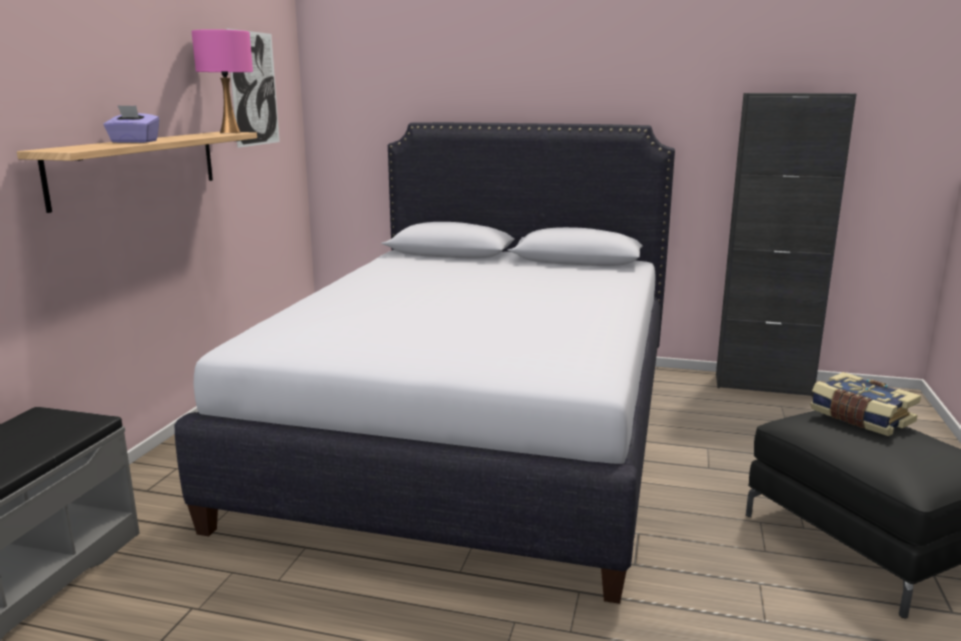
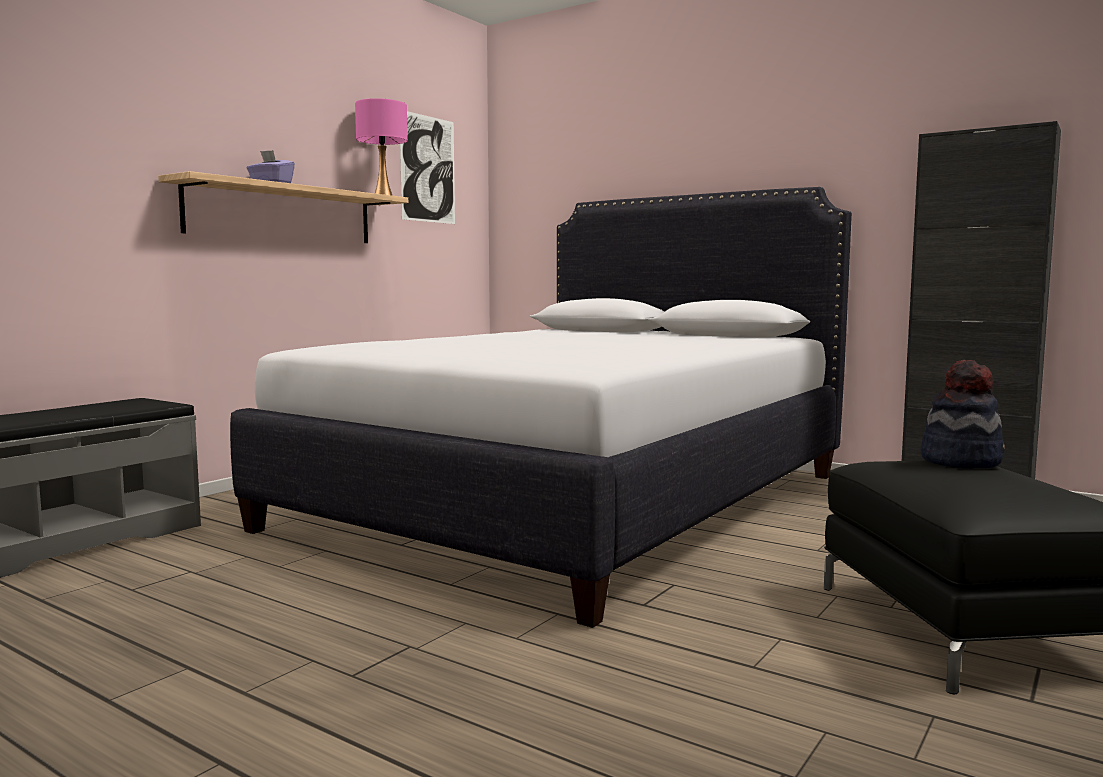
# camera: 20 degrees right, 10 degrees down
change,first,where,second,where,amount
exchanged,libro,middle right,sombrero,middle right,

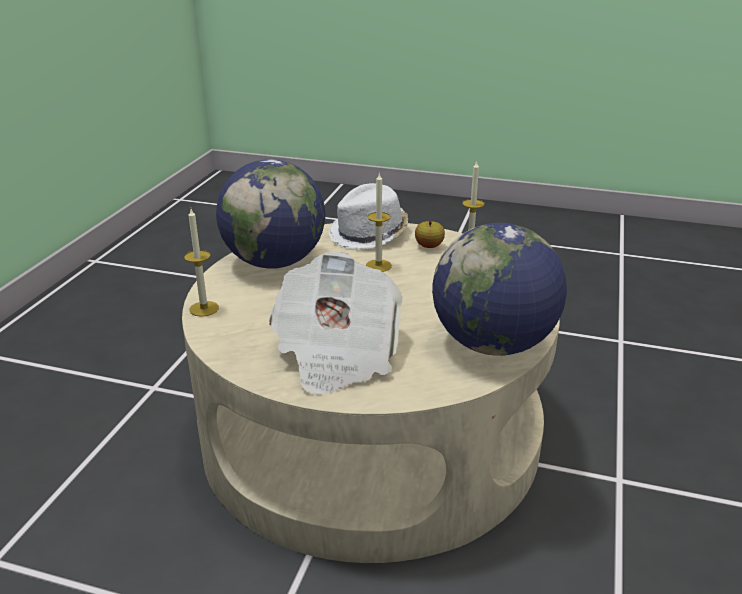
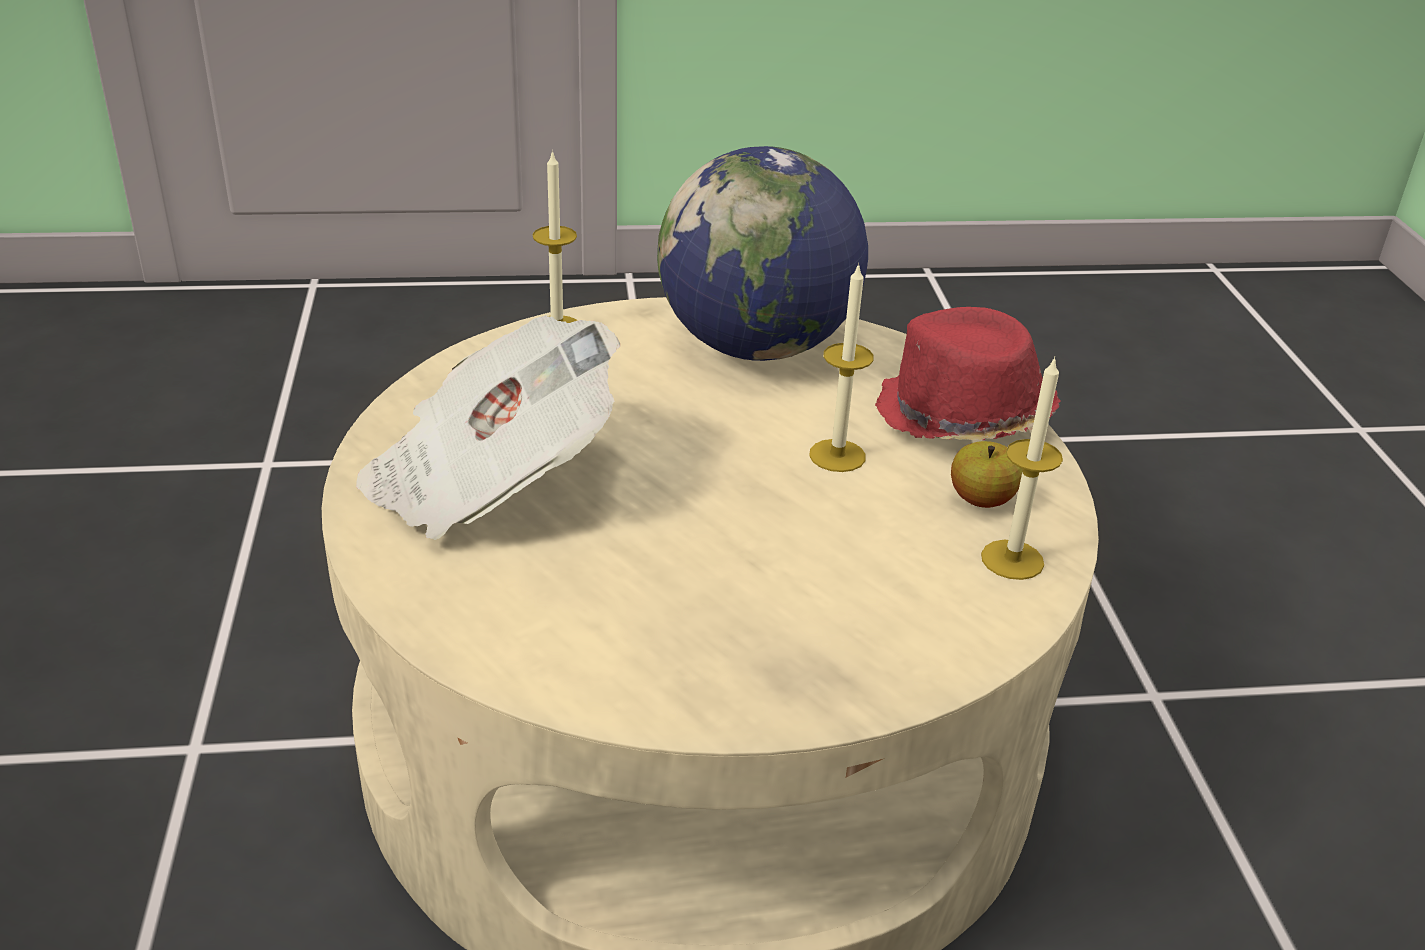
# camera: 65 degrees right, 5 degrees up
change,first,where,second,where,amount
colour,sombrero [blanco],centre,sombrero [rojo],middle right,
missing,globo terráqueo (no. 2 from left),middle right,,,

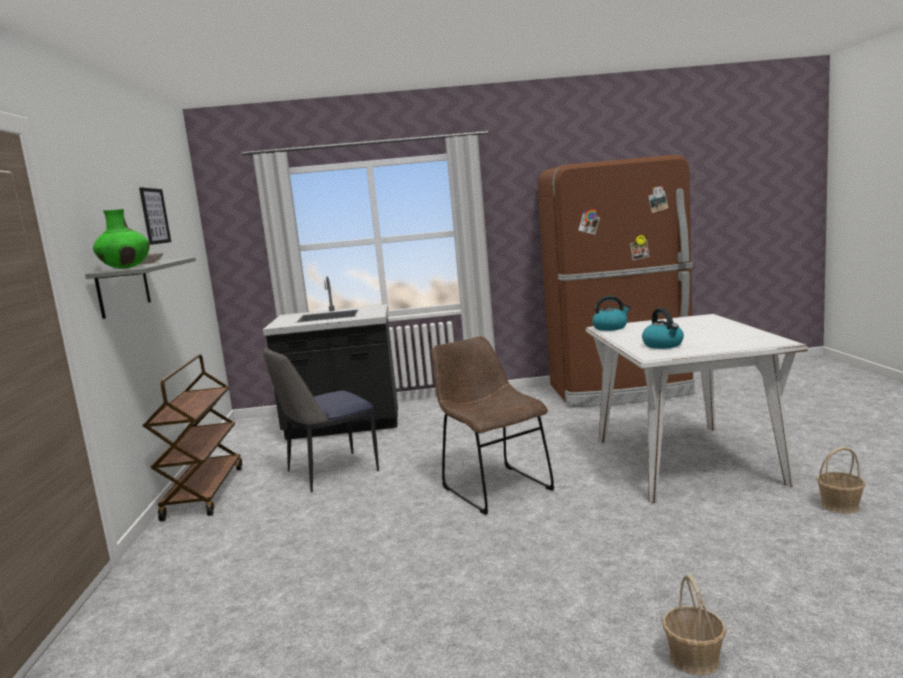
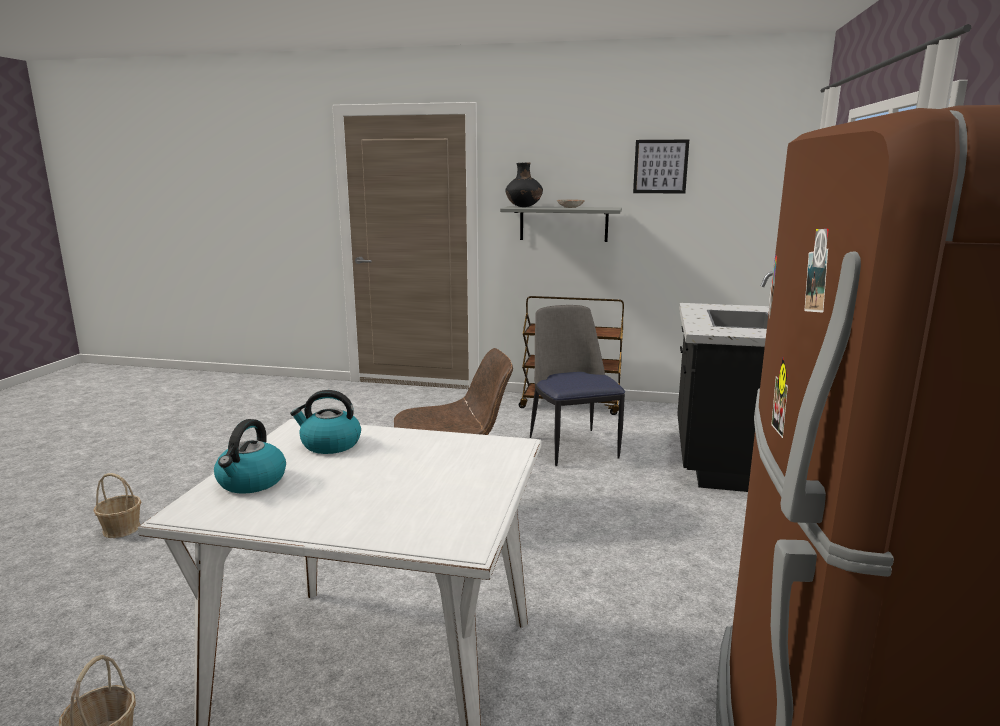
# camera: 105 degrees right, 5 degrees up
change,first,where,second,where,amount
relocated,hervidor (no. 1 from left),middle right,,middle left,
colour,florero [verde],middle left,florero [negro],top centre,

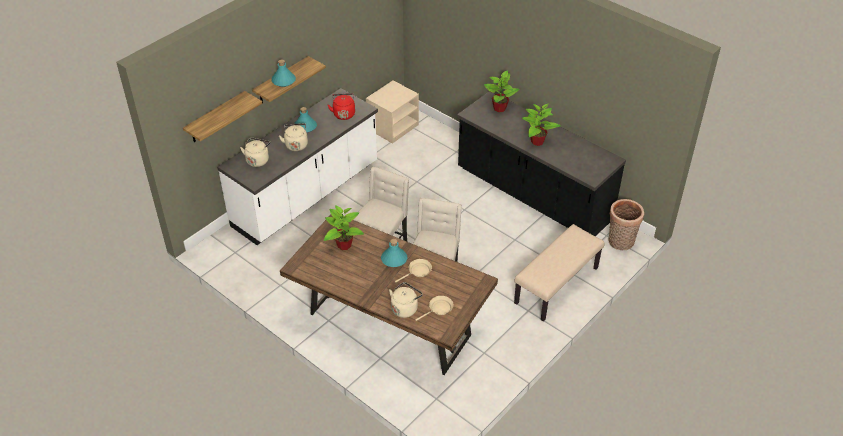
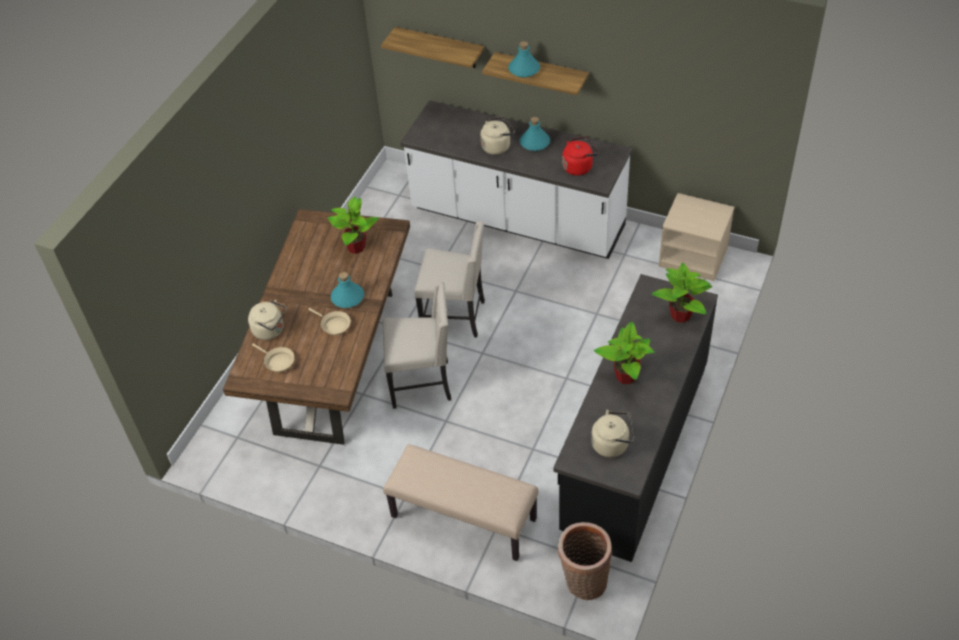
# camera: 75 degrees right, 5 degrees up
change,first,where,second,where,amount
relocated,hervidor [beis] (no. 1 from left in the first image),middle left,hervidor [beis] (no. 3 from left),bottom centre,

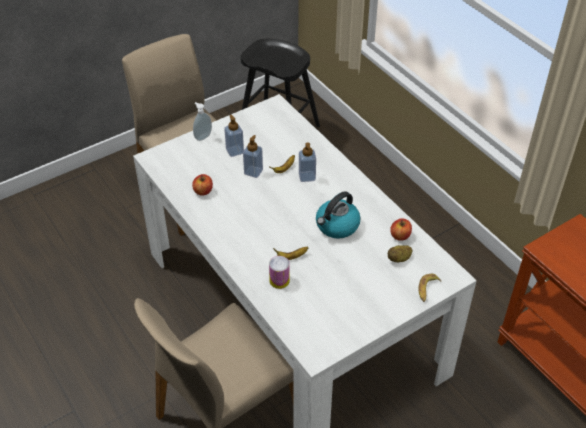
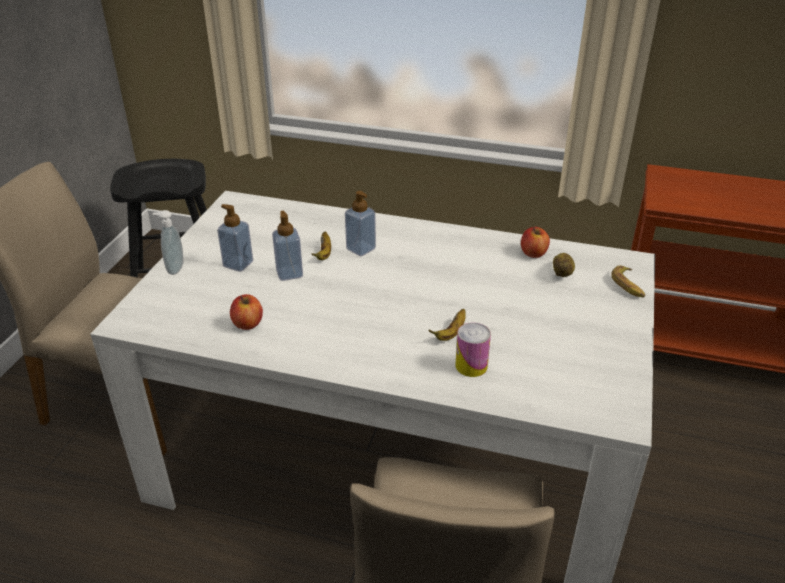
# camera: 40 degrees left, 10 degrees down
change,first,where,second,where,amount
missing,hervidor,centre,,,

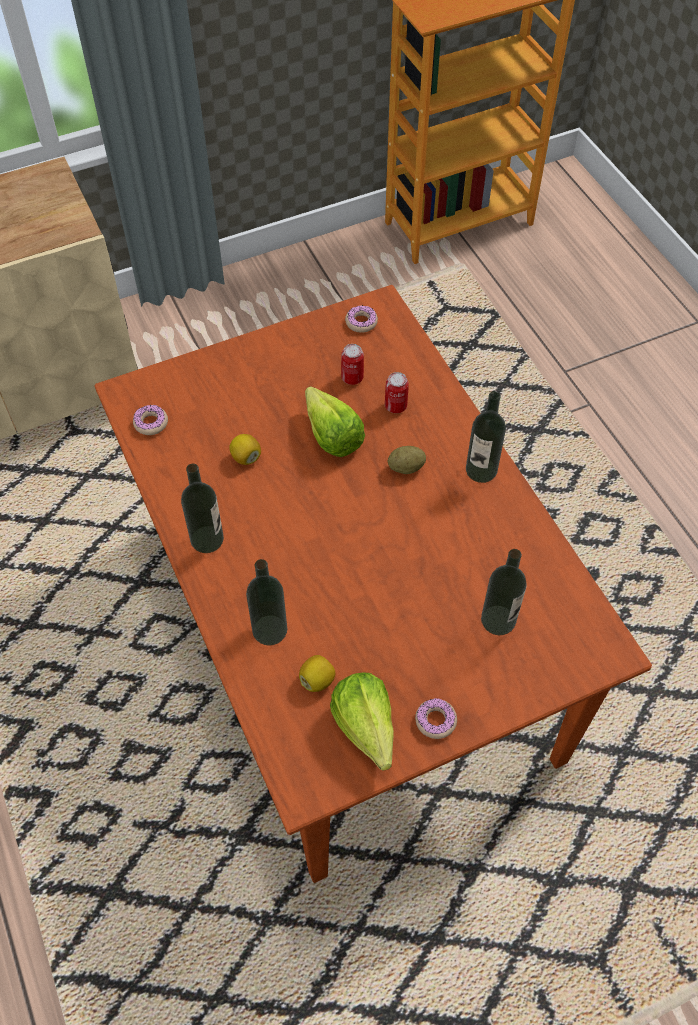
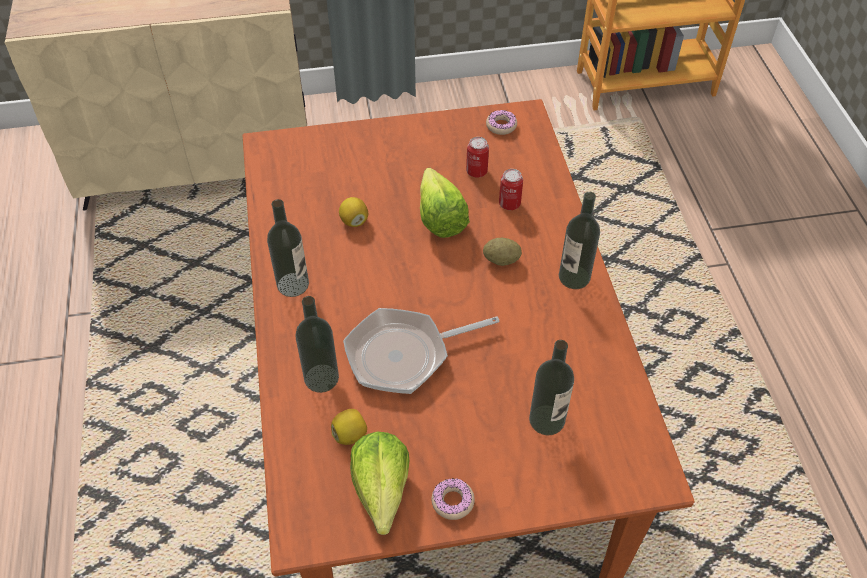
# camera: 15 degrees right, 5 degrees down
change,first,where,second,where,amount
appeared,,,sartén,centre,
missing,rosquilla (no. 1 from left),middle left,,,

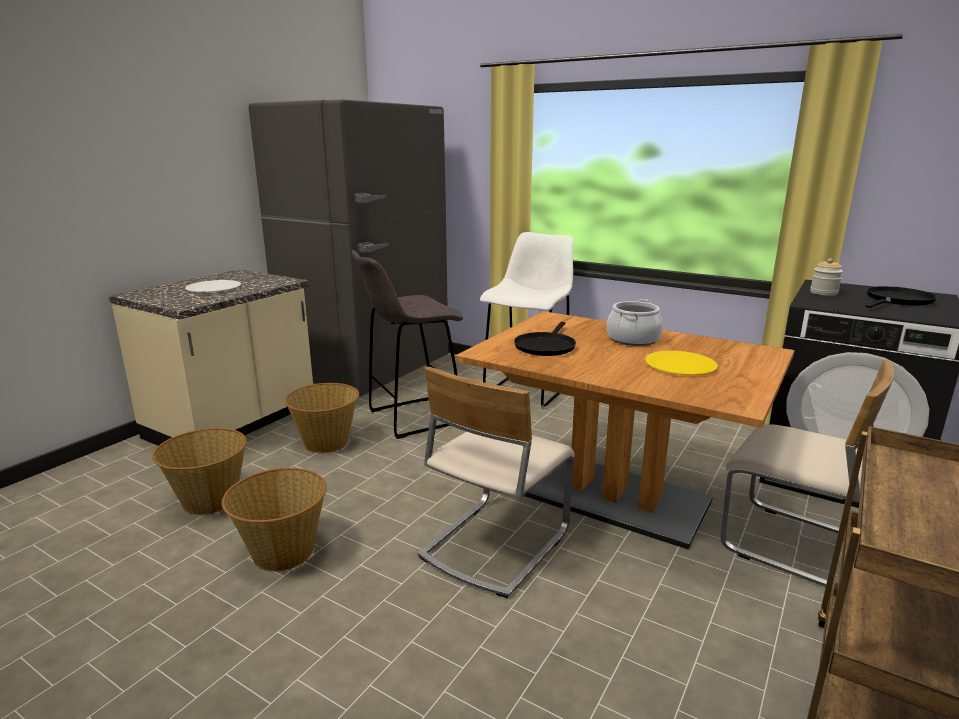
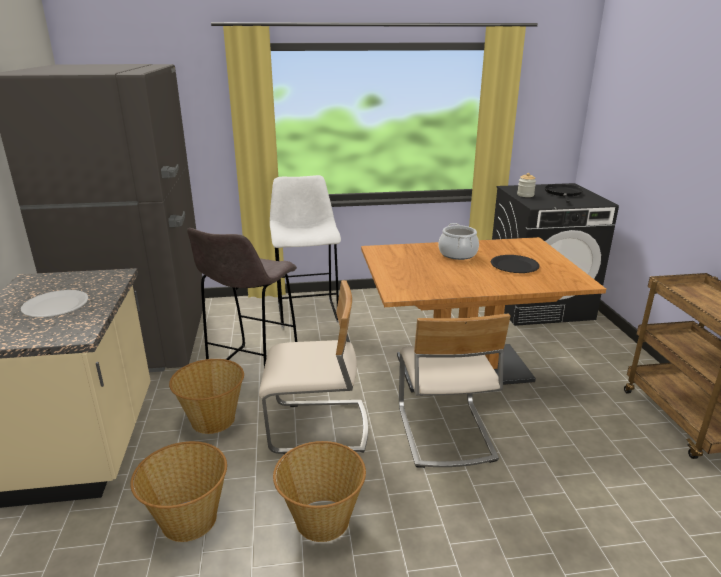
# camera: 40 degrees left, 5 degrees up
change,first,where,second,where,amount
relocated,silla [beis] (no. 2 from left in the first image),middle right,silla [beis] (no. 1 from left),centre,
colour,plato [amarillo],middle right,plato [negro],middle right,
missing,sartén [negro] (no. 1 from left),centre,,,

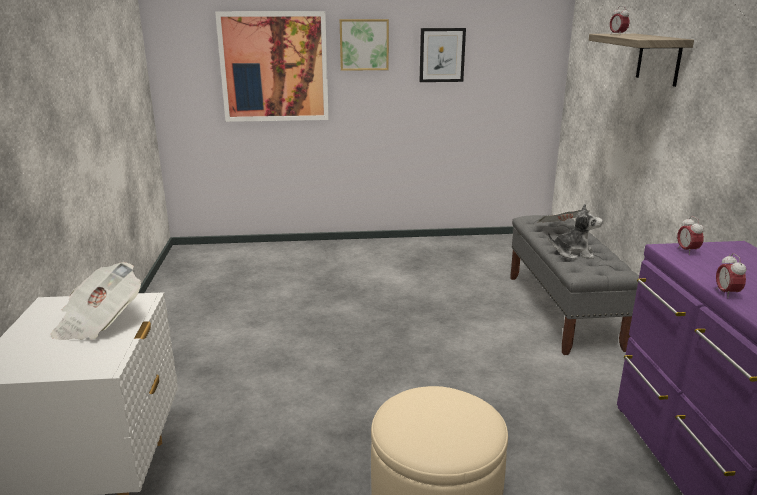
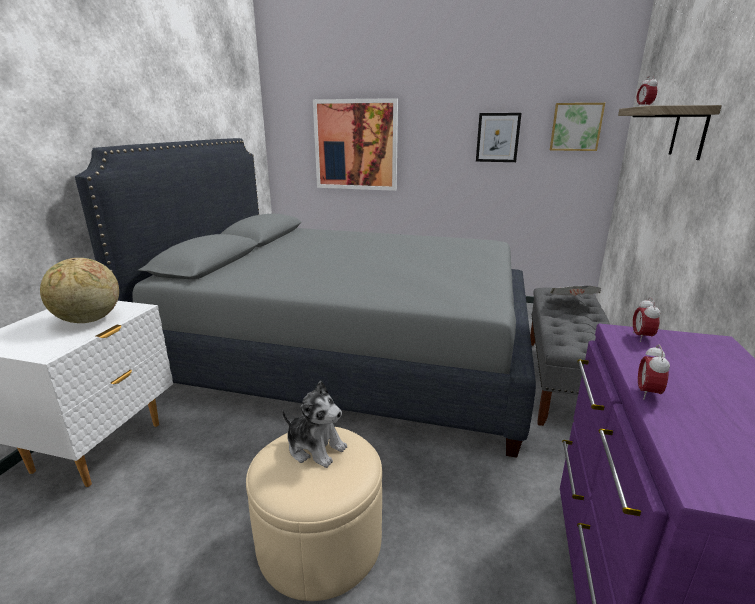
# camera: 20 degrees right, 0 degrees up
change,first,where,second,where,amount
exchanged,periódico (no. 1 from left),middle left,globo terráqueo,middle left,
appeared,,,cama [gris],centre,
relocated,peluche,middle right,,bottom centre,
relocated,cuadro (no. 2 from left in the first image),top centre,cuadro (no. 3 from left),top right,

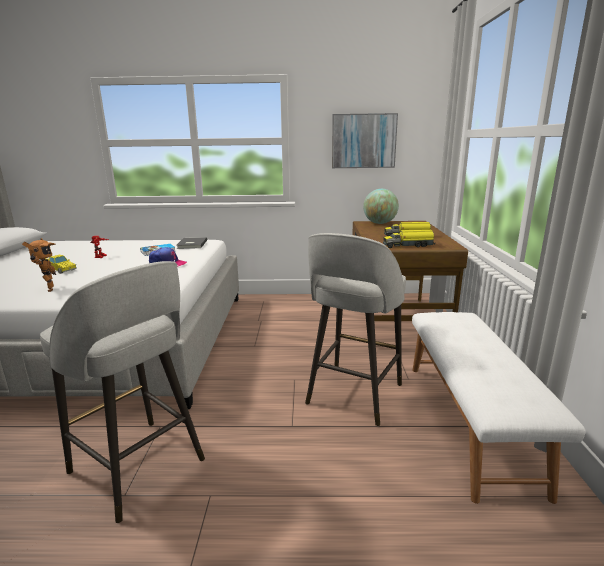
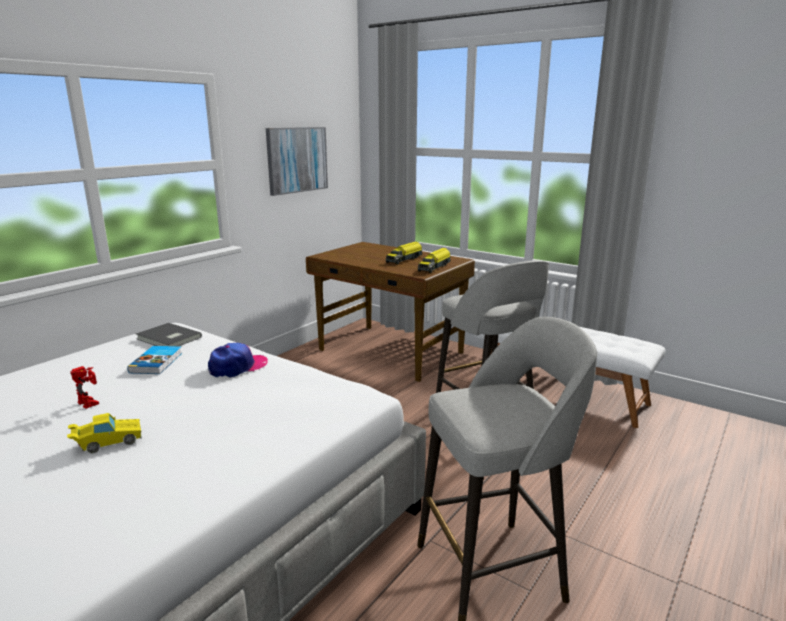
# camera: 55 degrees left, 0 degrees up
change,first,where,second,where,amount
missing,robot de juguete (no. 1 from left),middle left,,,
missing,globo terráqueo,centre,,,

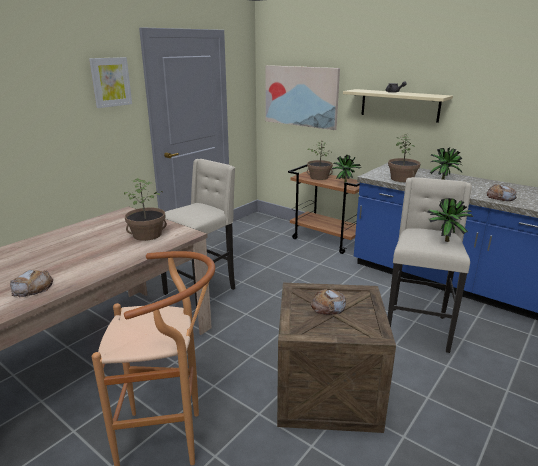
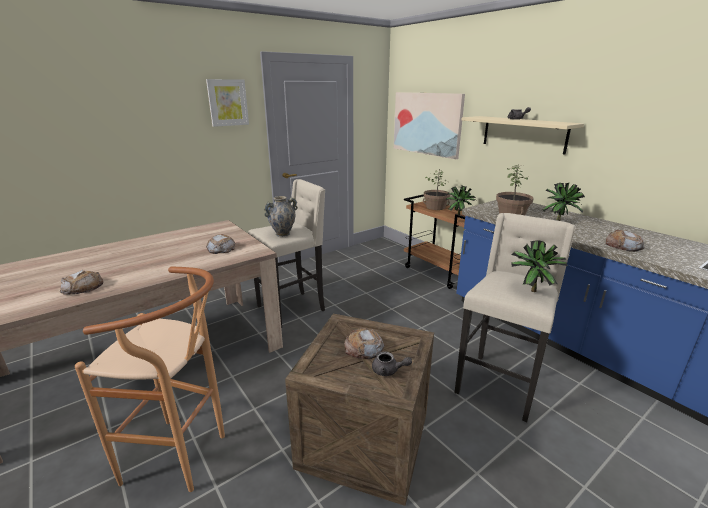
# camera: 15 degrees right, 0 degrees up
change,first,where,second,where,amount
exchanged,planta en maceta (no. 1 from left),middle left,pan (no. 2 from left),middle left,
appeared,,,florero,centre,
appeared,,,tetera [gris] (no. 1 from left),bottom centre,

